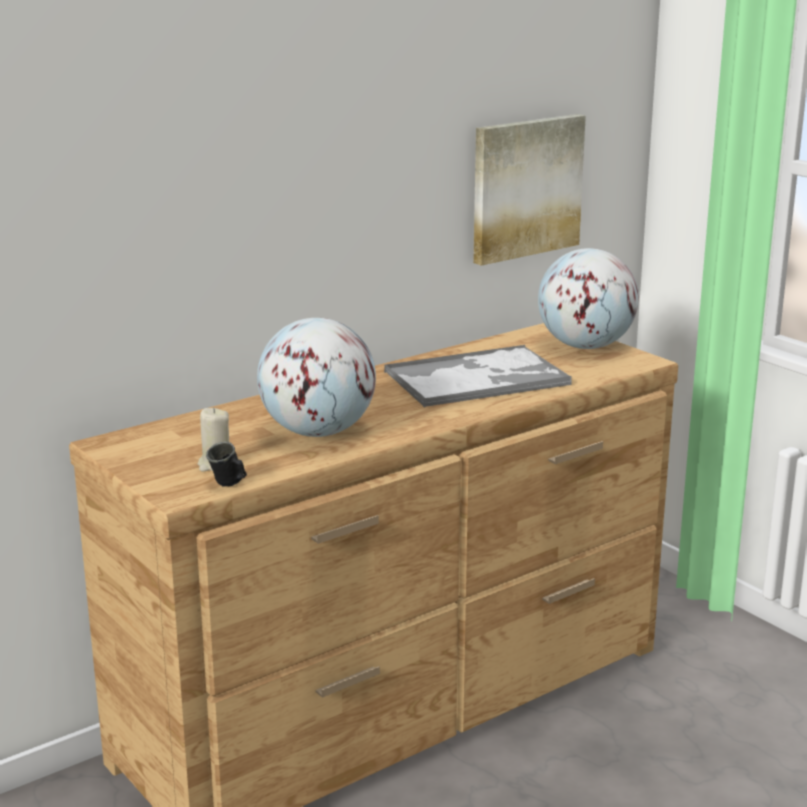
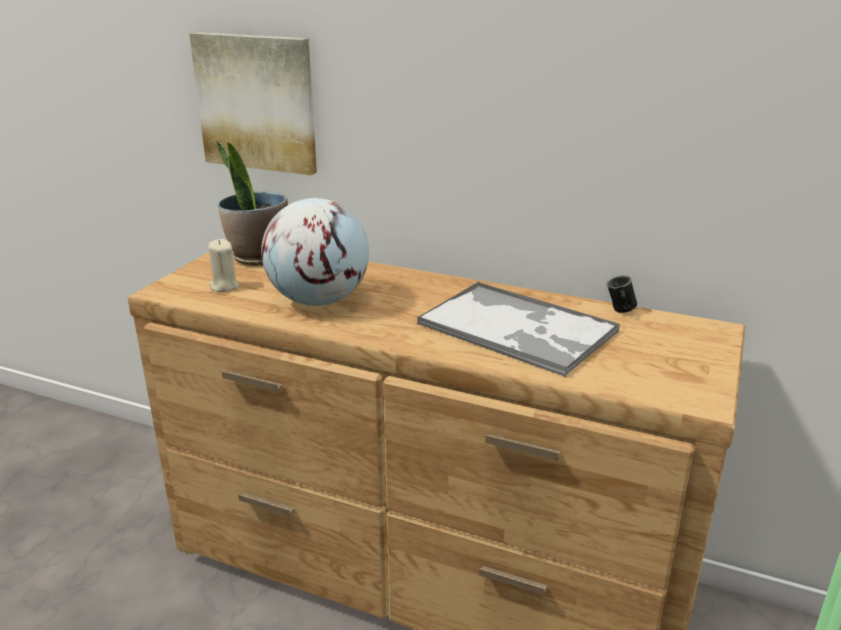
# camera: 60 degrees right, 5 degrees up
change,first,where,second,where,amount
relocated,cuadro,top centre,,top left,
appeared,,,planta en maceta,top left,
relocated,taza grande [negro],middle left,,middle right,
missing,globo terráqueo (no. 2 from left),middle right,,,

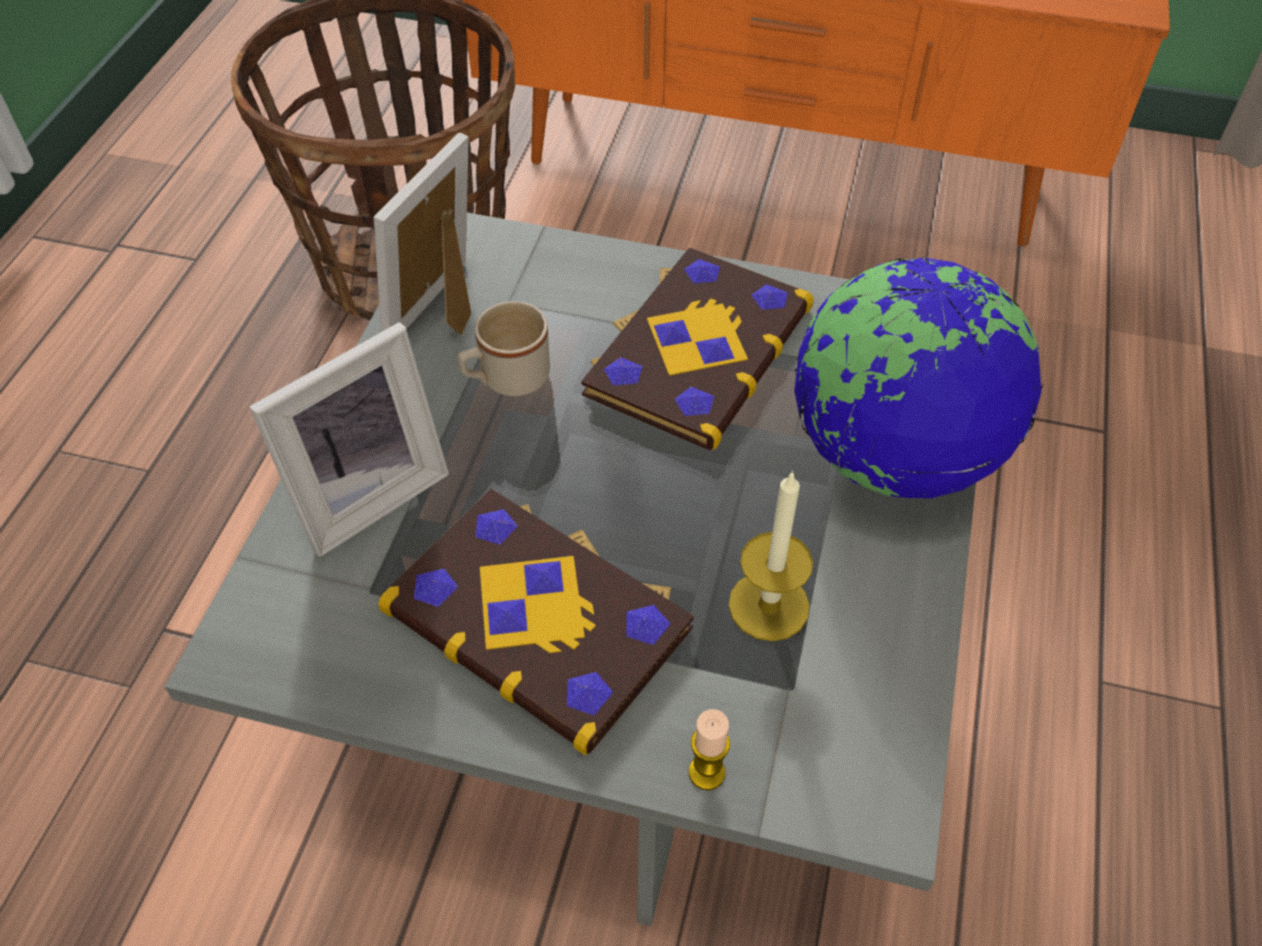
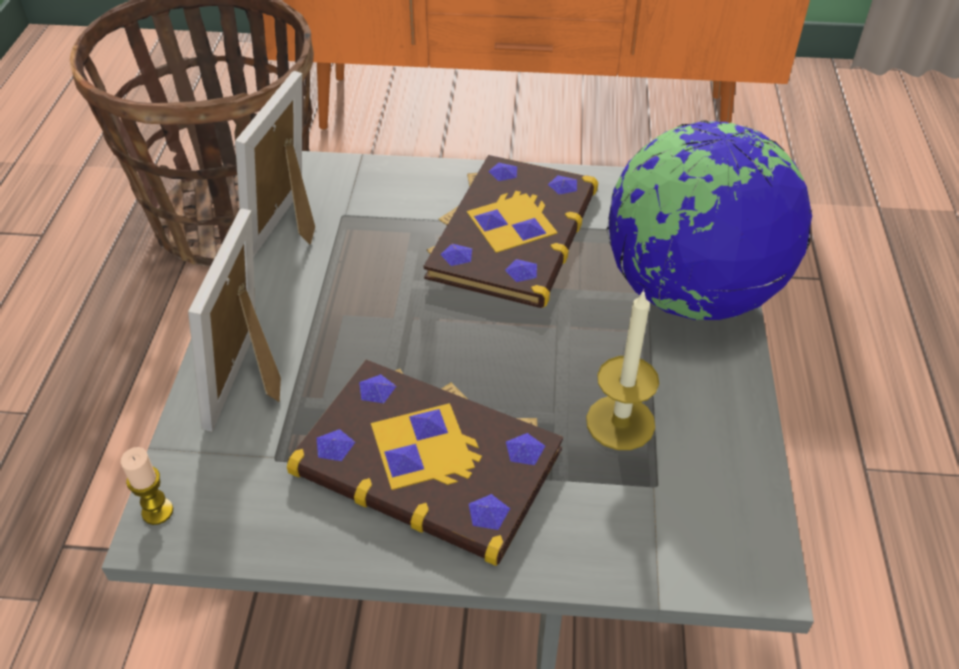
# camera: 10 degrees left, 5 degrees down
change,first,where,second,where,amount
relocated,vela (no. 1 from left),bottom centre,,bottom left,
spun,portarretratos (no. 1 from left),middle left,,middle left,150 degrees clockwise
missing,taza grande [beis],centre,,,

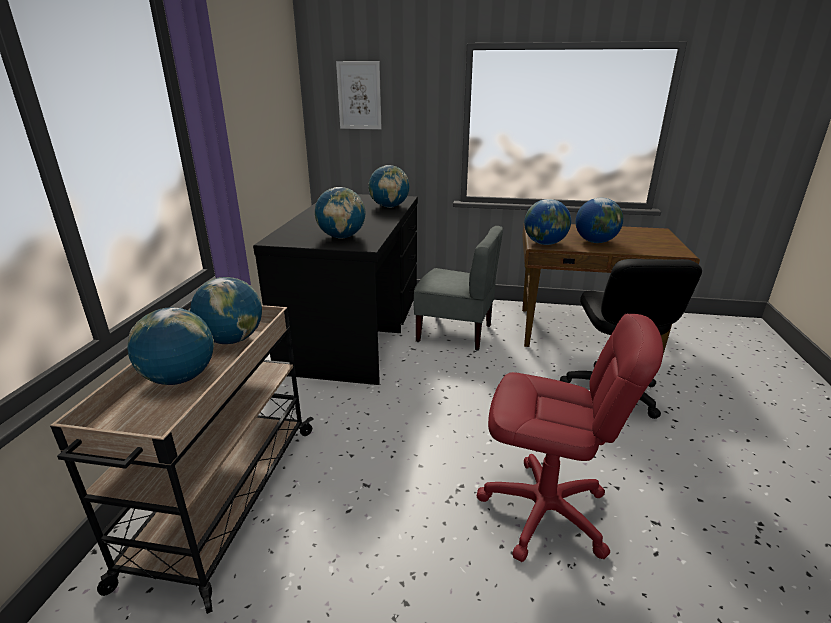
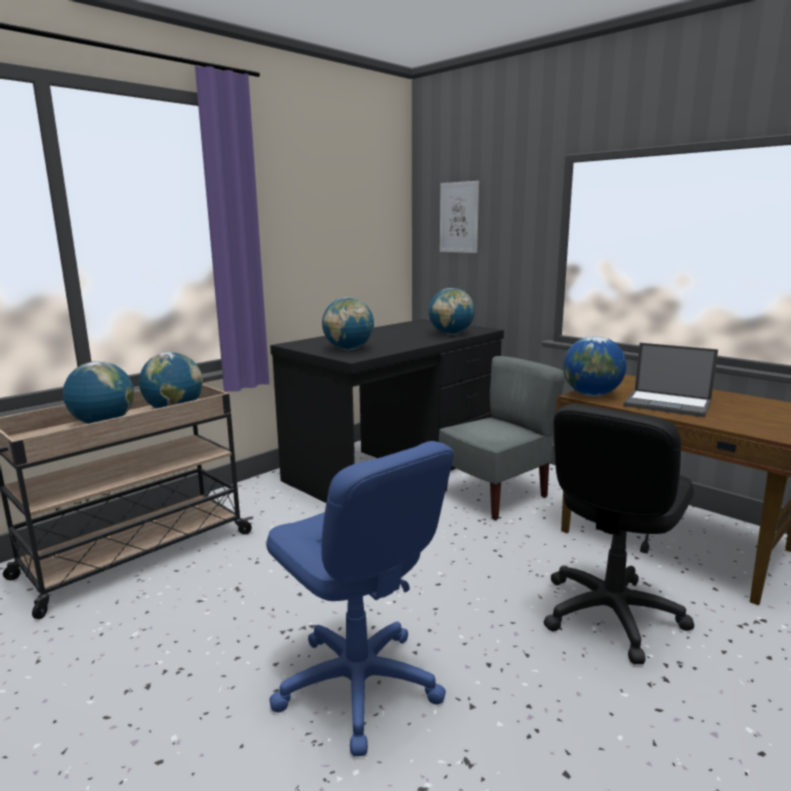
# camera: 35 degrees right, 10 degrees down
change,first,where,second,where,amount
colour,silla de oficina [rojo],bottom right,silla de oficina [azul],bottom centre,
spun,silla [gris],centre,,centre,90 degrees counterclockwise
exchanged,globo terráqueo (no. 6 from left),middle right,portátil,middle right,

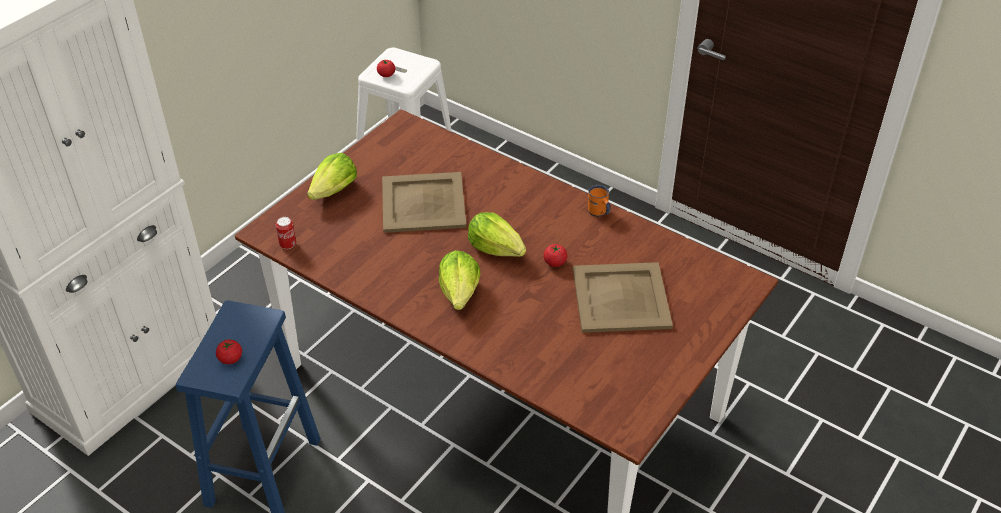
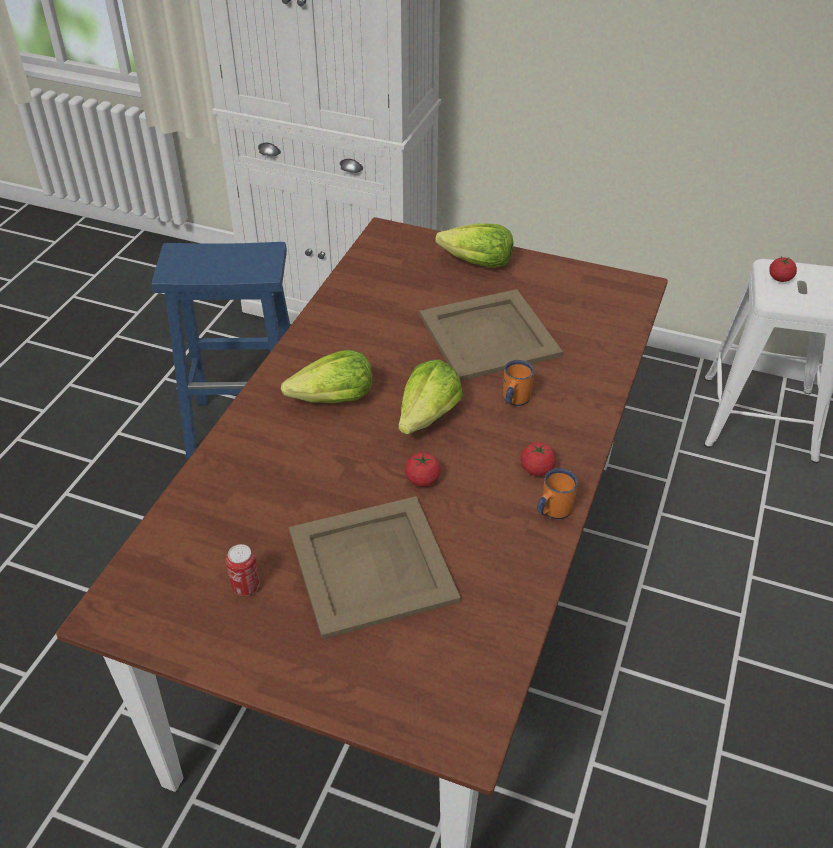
# camera: 75 degrees right, 0 degrees up
change,first,where,second,where,amount
relocated,lata,middle left,,bottom left,
appeared,,,taza grande [naranja] (no. 1 from left),centre,
relocated,tomate (no. 1 from left in the first image),bottom left,tomate (no. 2 from left),centre,

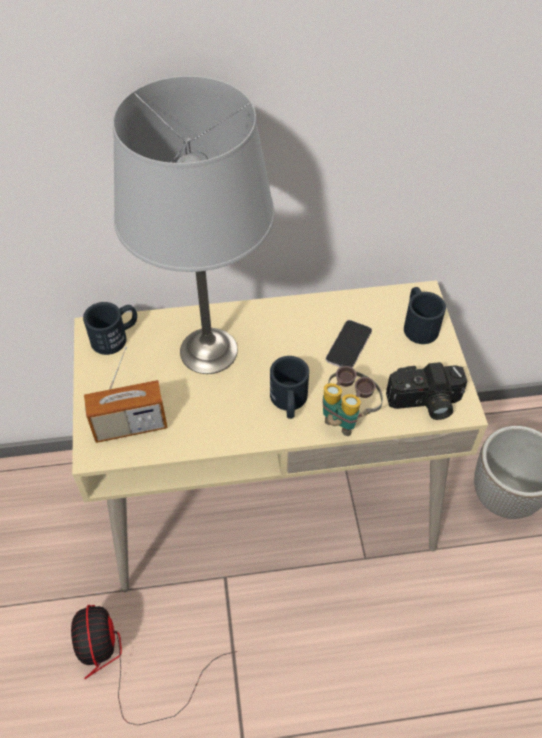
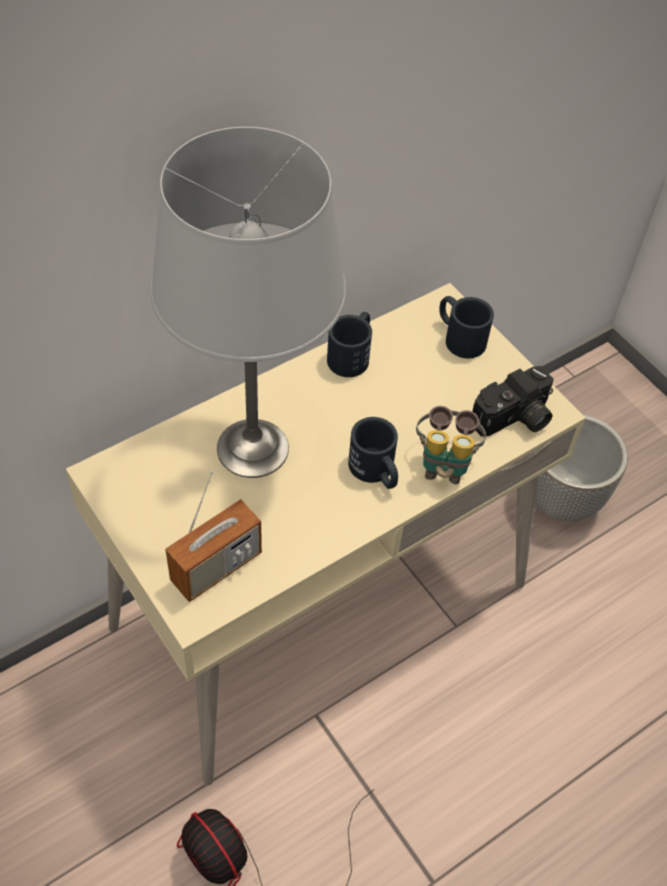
# camera: 30 degrees left, 0 degrees up
change,first,where,second,where,amount
relocated,taza grande [negro] (no. 1 from left),middle left,,centre,
missing,móvil,centre,,,

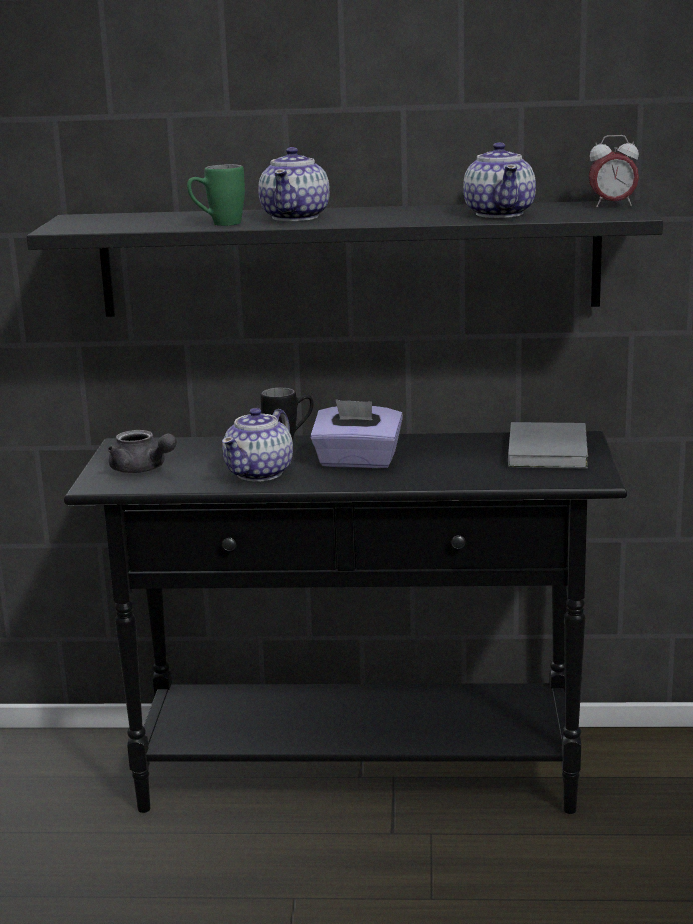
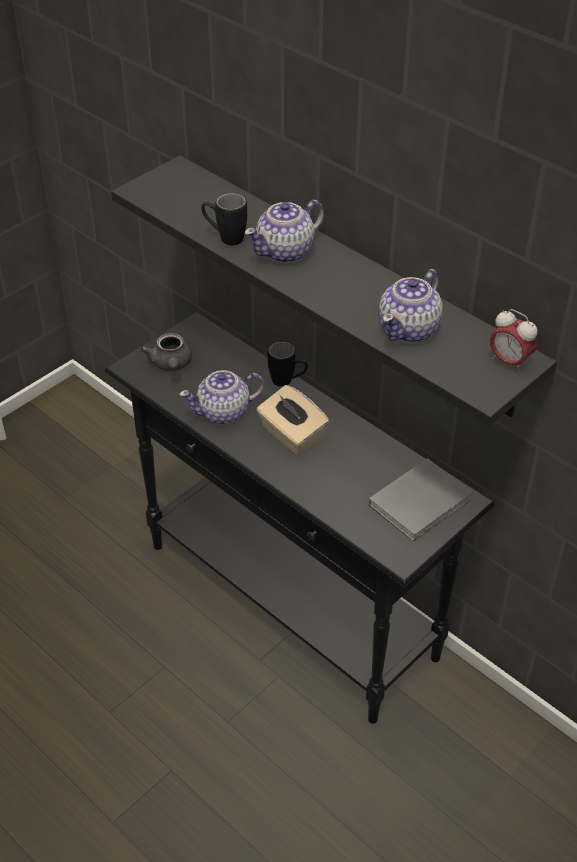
# camera: 40 degrees right, 25 degrees up
change,first,where,second,where,amount
colour,taza grande [verde],top left,taza grande [negro] (no. 1 from left),top centre,
colour,caja de pañuelos [morado],centre,caja de pañuelos [beis],centre,

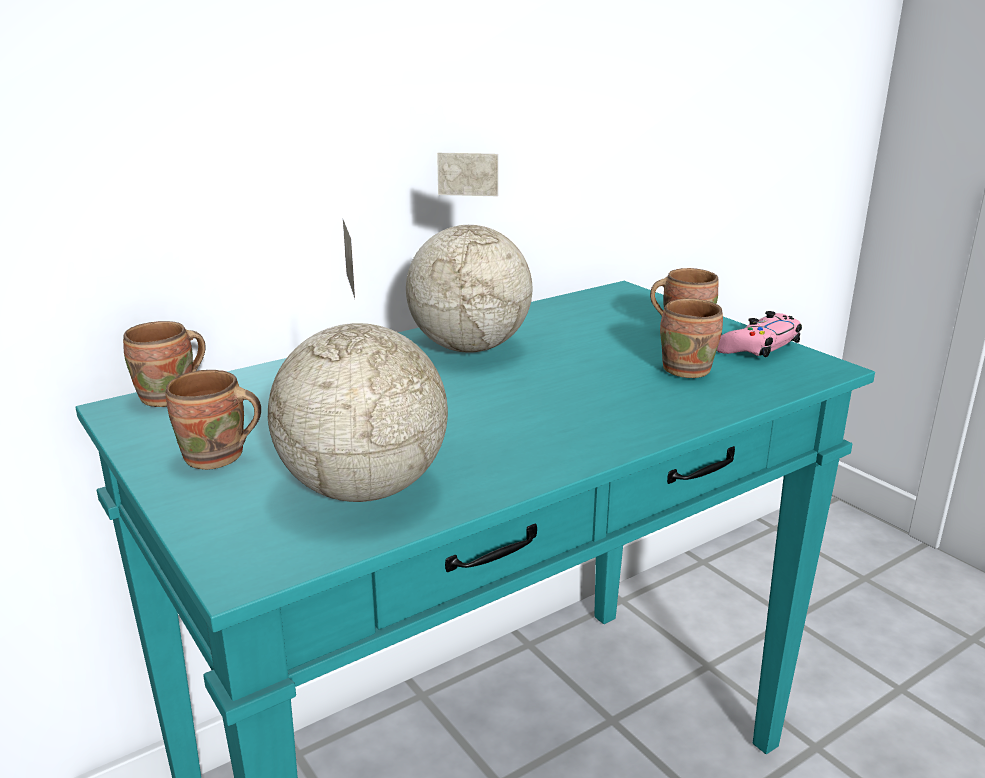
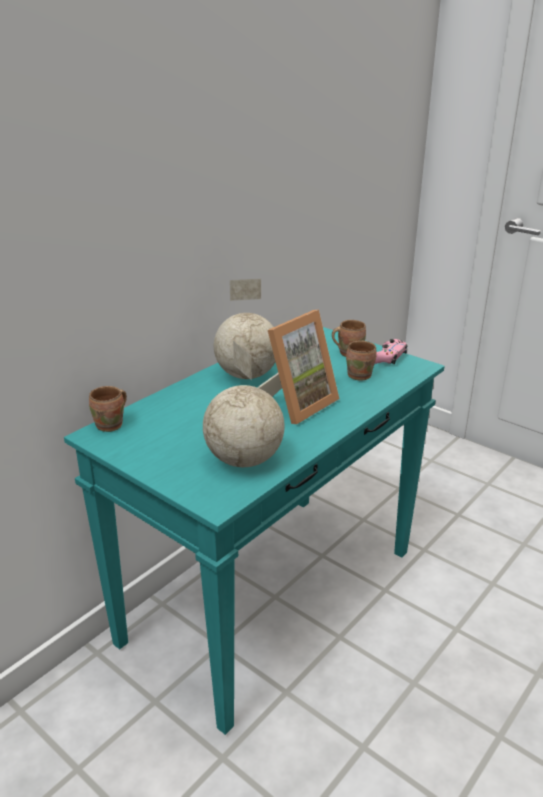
# camera: 15 degrees left, 5 degrees up
change,first,where,second,where,amount
appeared,,,portarretratos,centre,
missing,taza grande [marrón] (no. 2 from left),middle left,,,

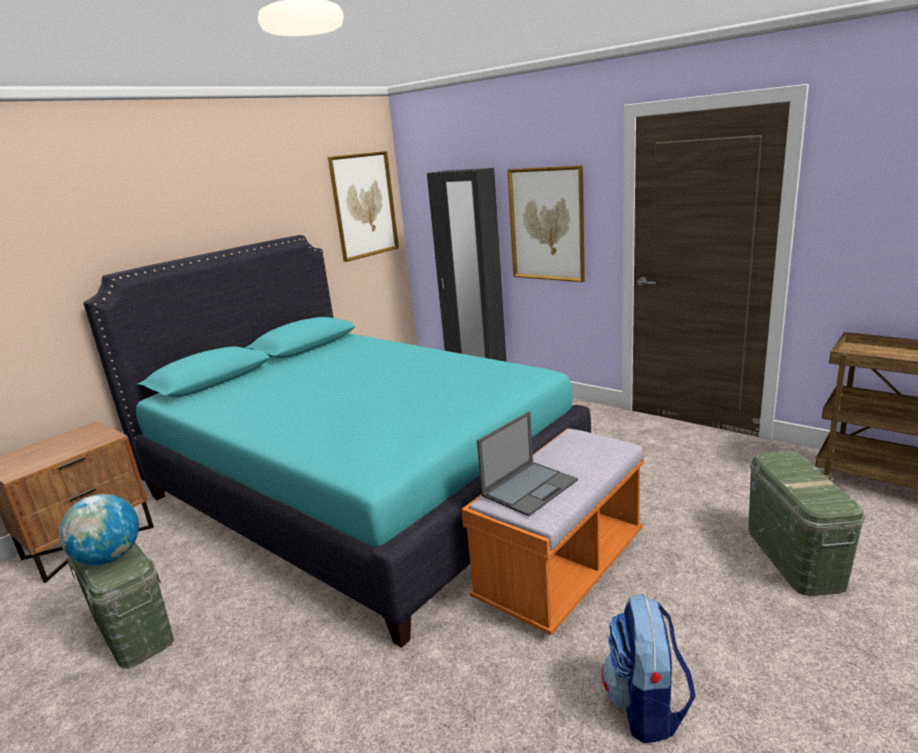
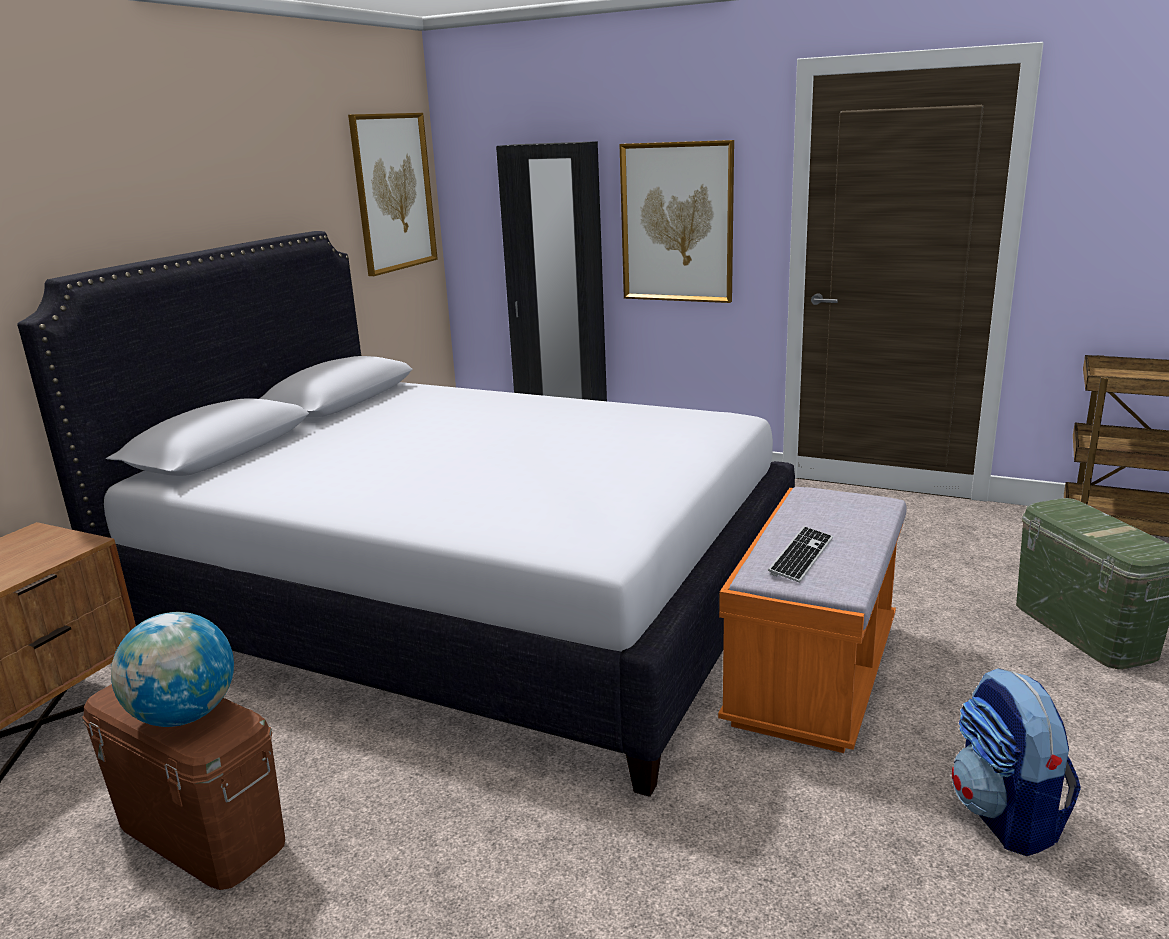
# camera: 15 degrees left, 0 degrees up
change,first,where,second,where,amount
colour,cama [turquesa],centre,cama [blanco],centre,
colour,caja de almacenaje [verde] (no. 1 from left),bottom left,caja de almacenaje [marrón],bottom left,
exchanged,portátil,centre,teclado,middle right,

